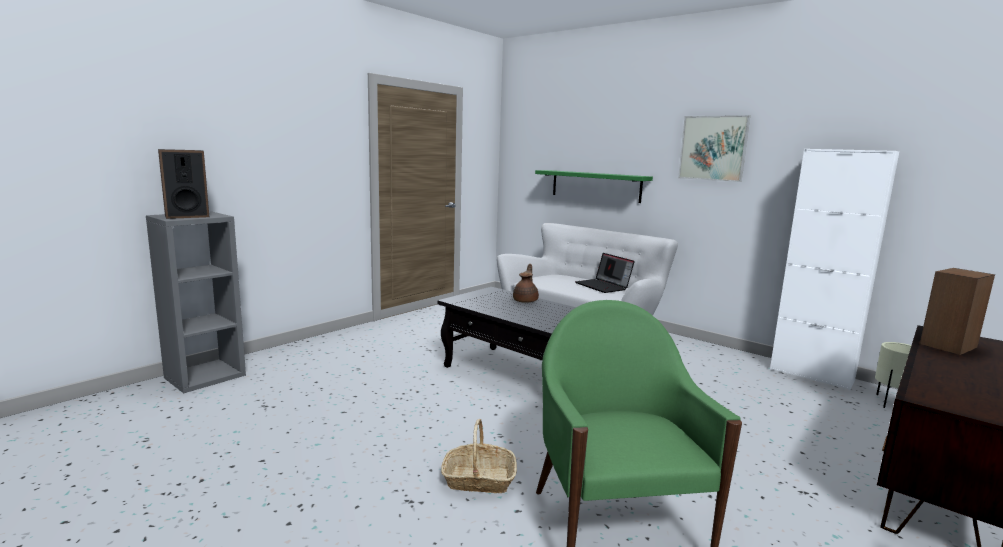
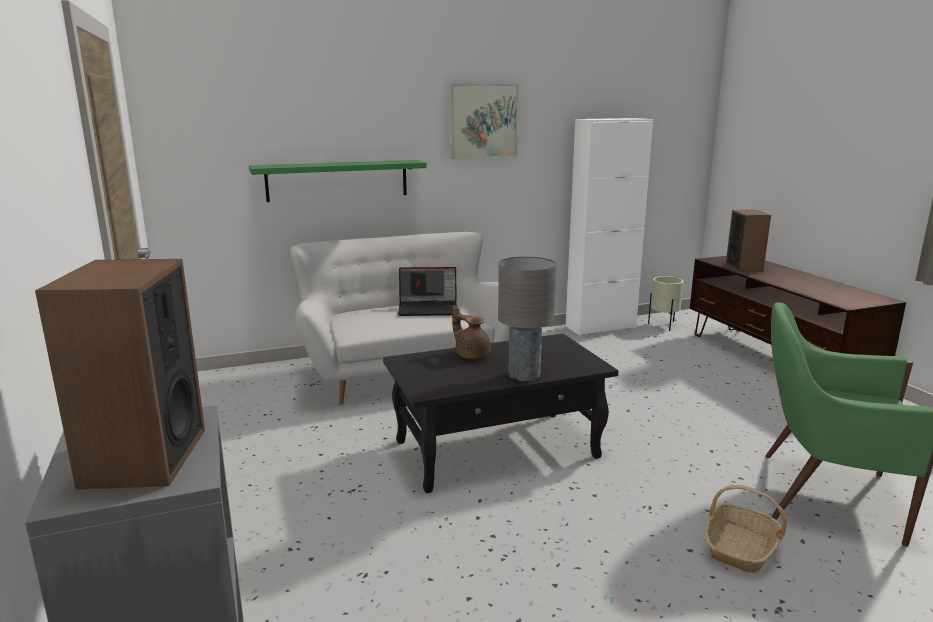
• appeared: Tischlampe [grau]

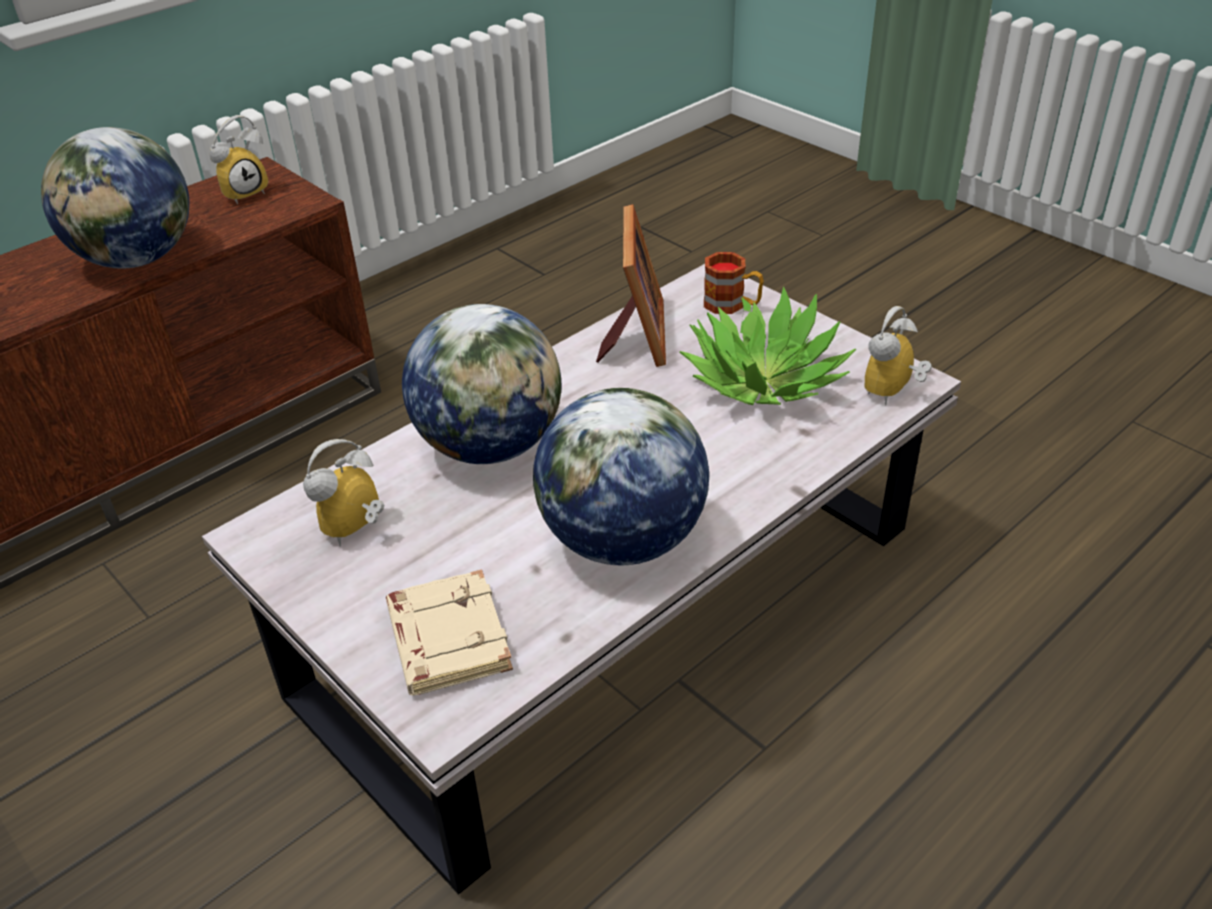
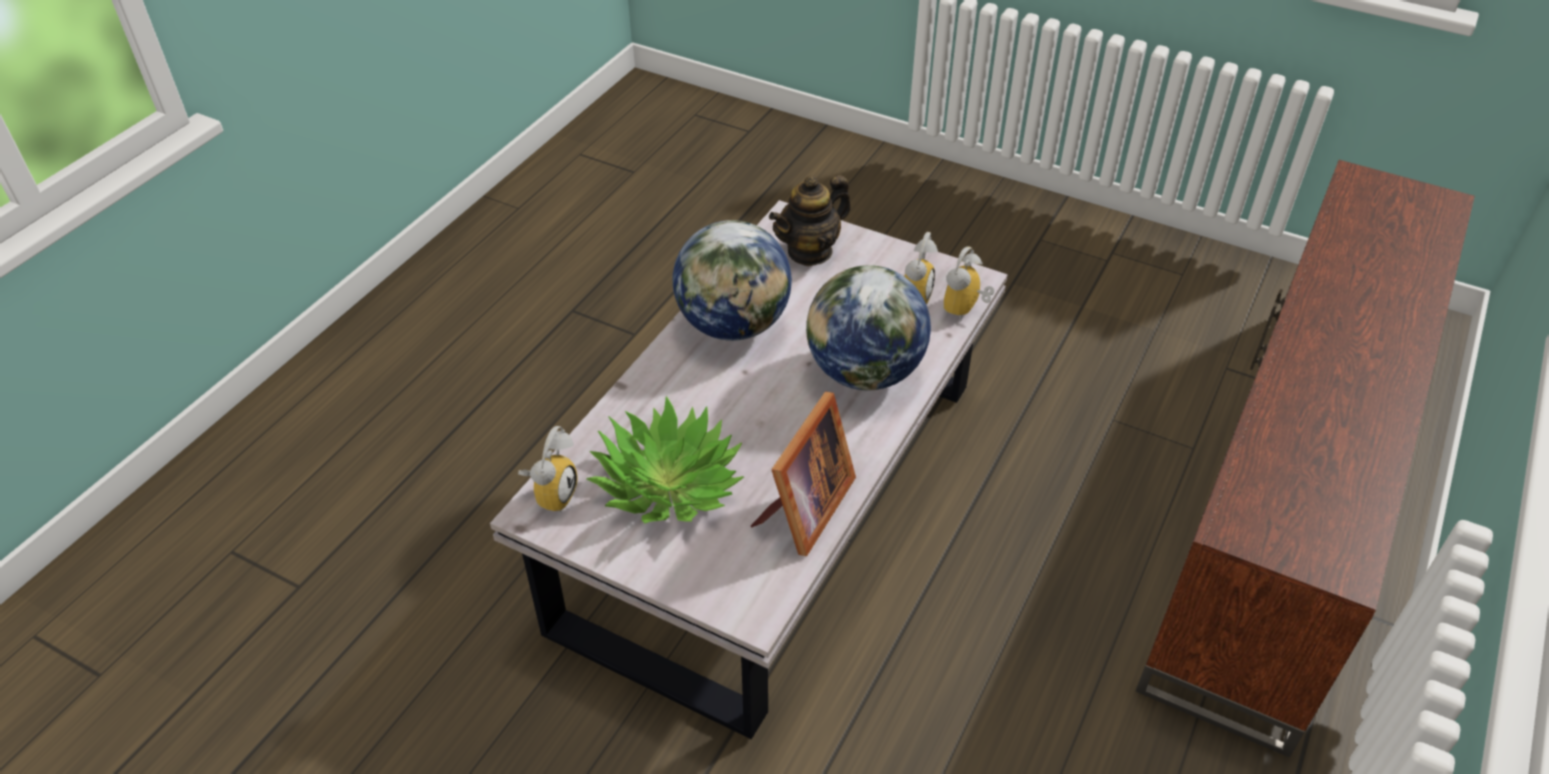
• spun: Bilderrahmen 135 degrees counterclockwise
• exchanged: Buch [beige] to Teekanne
• relocated: Wecker (no. 1 from left in the first image) to Wecker (no. 3 from left)
• missing: Globus (no. 1 from left)
• missing: Henkelbecher

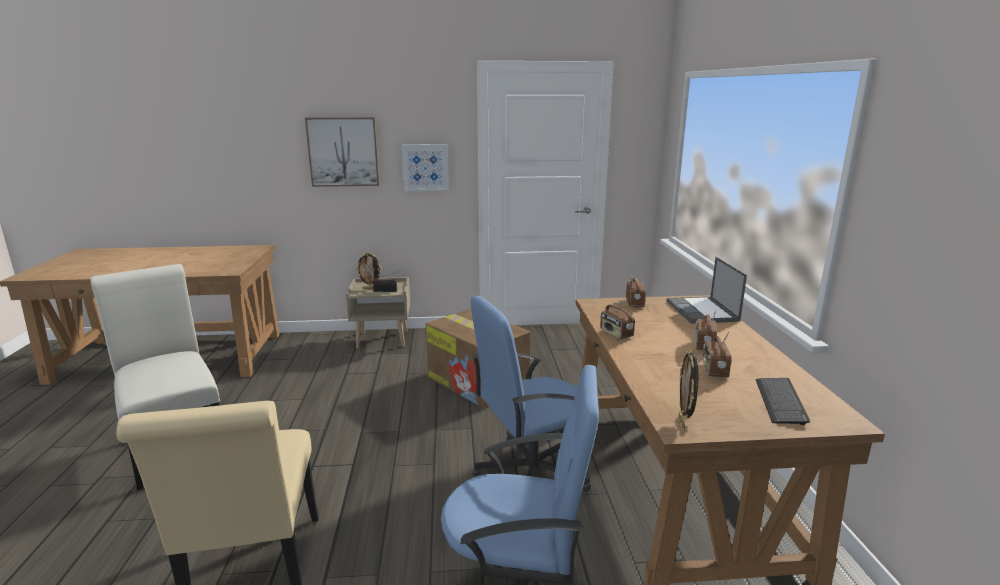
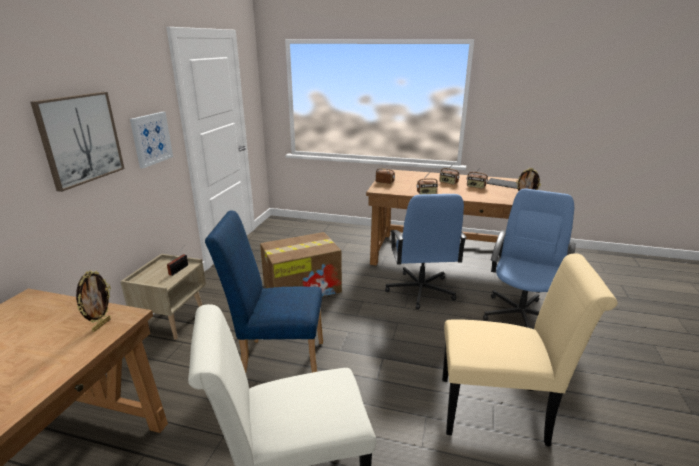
• relocated: Bilderrahmen (no. 1 from left)
• appeared: Stuhl [blau]
• missing: Laptop

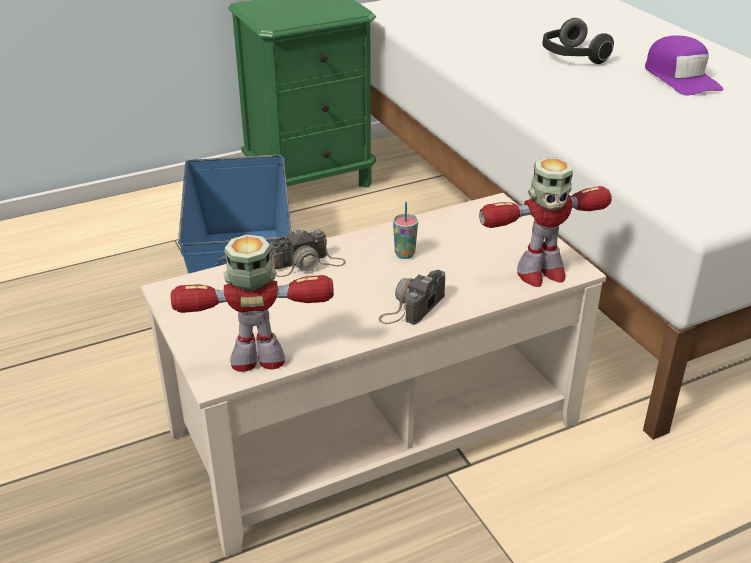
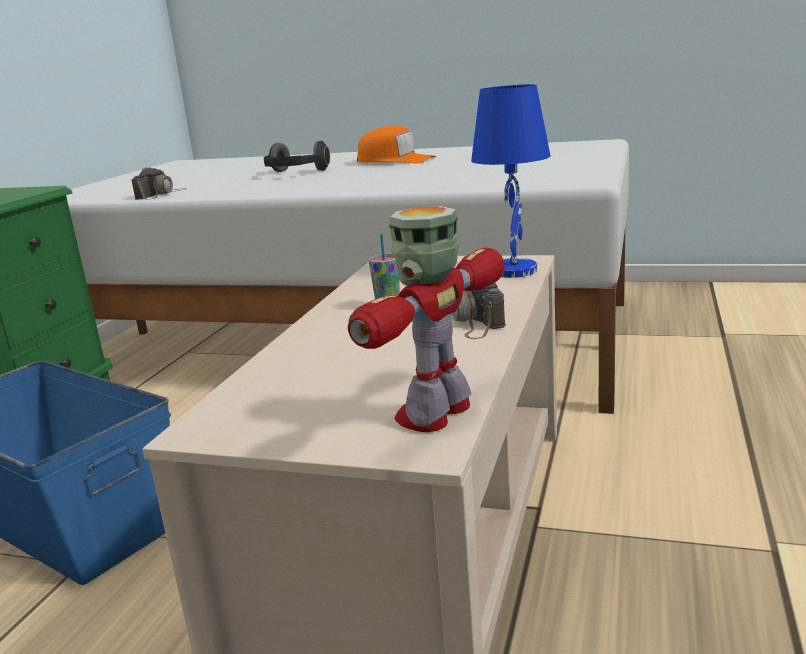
• relocated: Kamera (no. 1 from left)
• colour: Kappe [lila] to Kappe [orange]
• exchanged: Spielzeugroboter (no. 2 from left) to Tischlampe [blau]

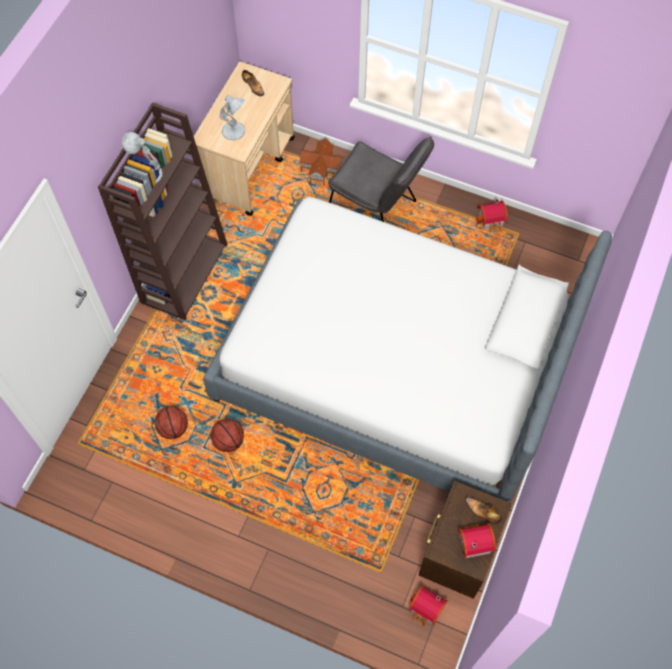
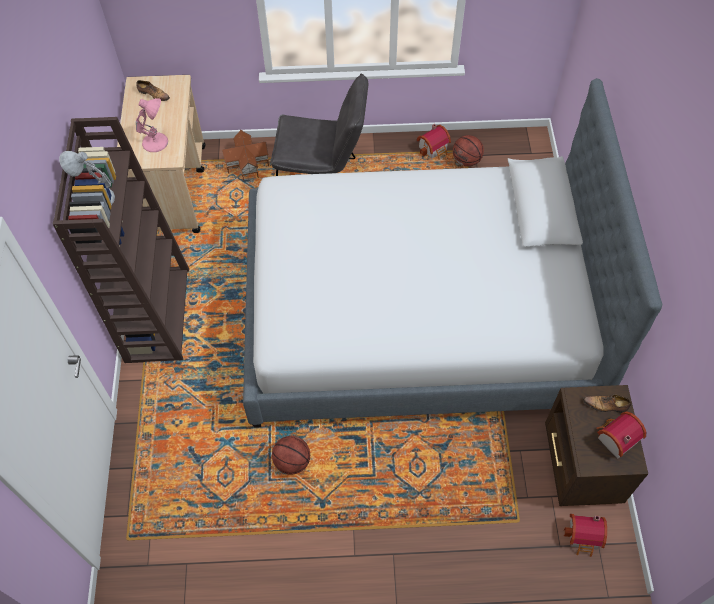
• colour: Tischlampe [weiß] (no. 2 from left) to Tischlampe [rosa]
• relocated: Basketball (no. 1 from left in the first image) to Basketball (no. 2 from left)

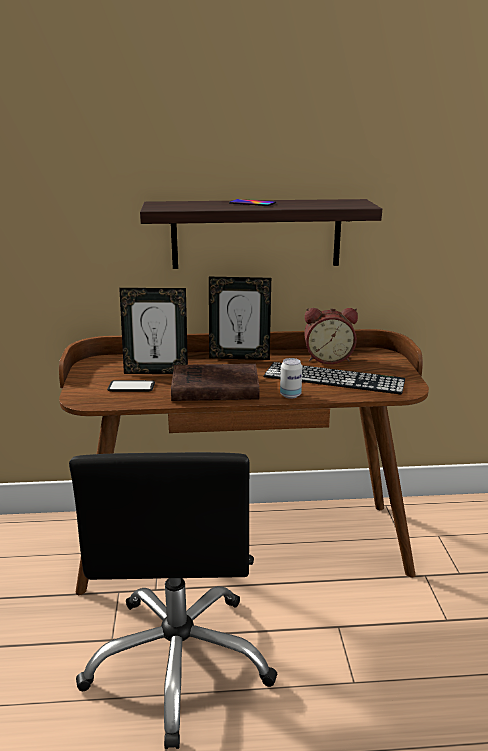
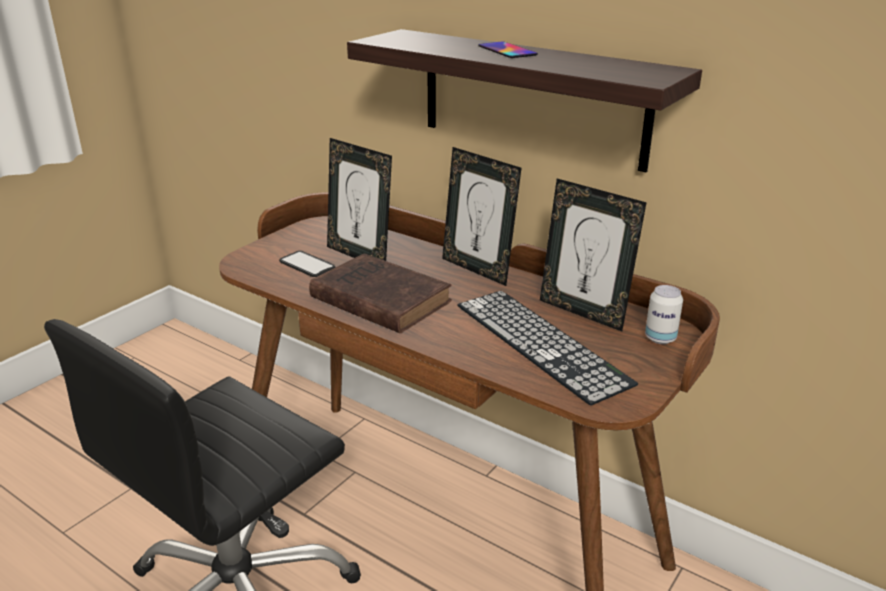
• exchanged: Wecker to Bilderrahmen (no. 3 from left)
• relocated: Dose

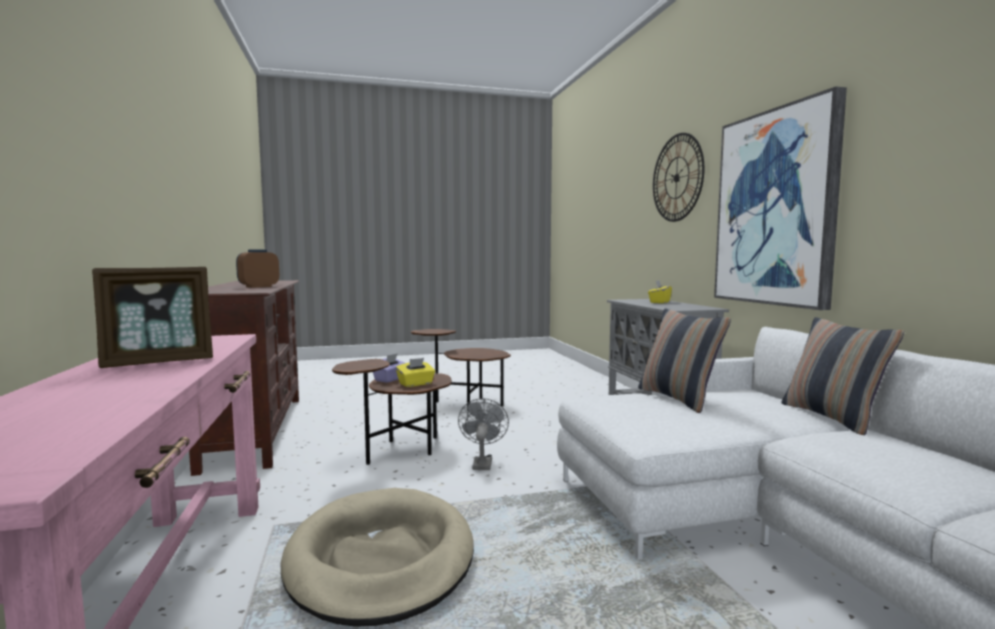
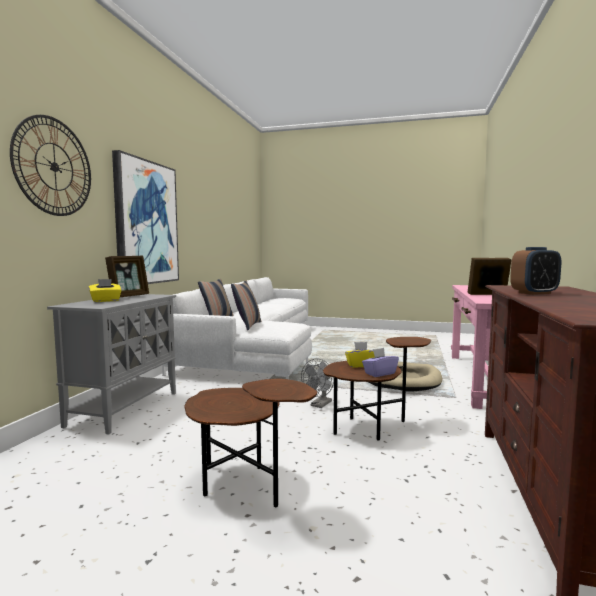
• appeared: Bilderrahmen (no. 1 from left)

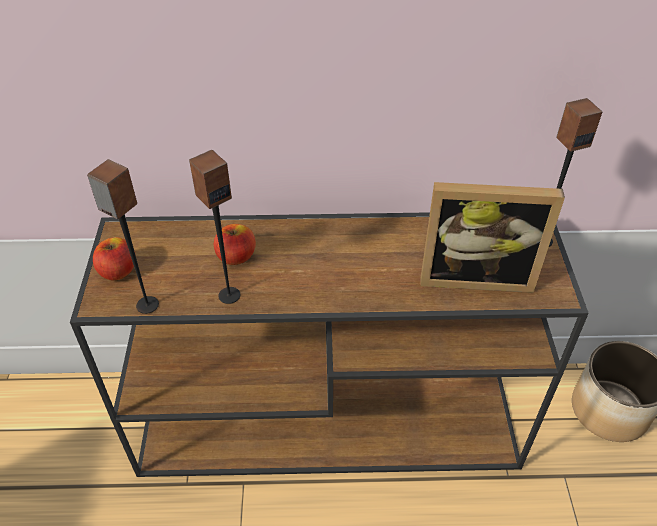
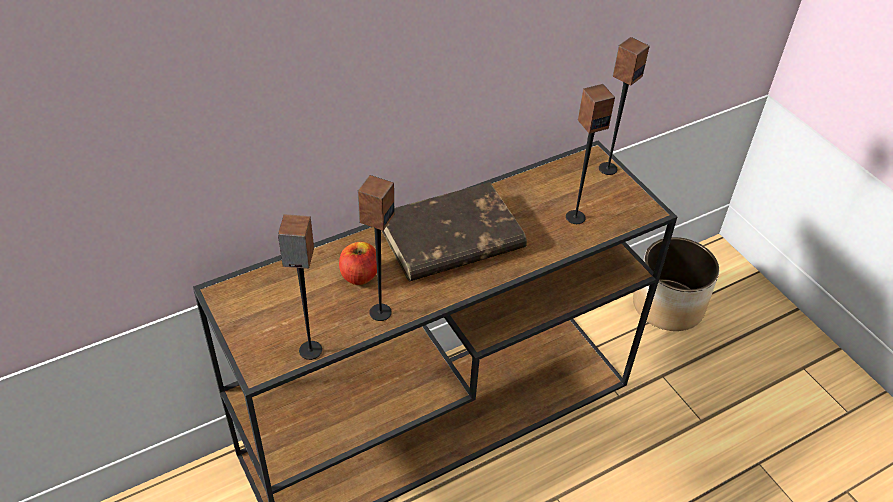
• appeared: Buch [braun]
• exchanged: Bilderrahmen to Lautsprecher (no. 3 from left)
• missing: Apfel (no. 1 from left)

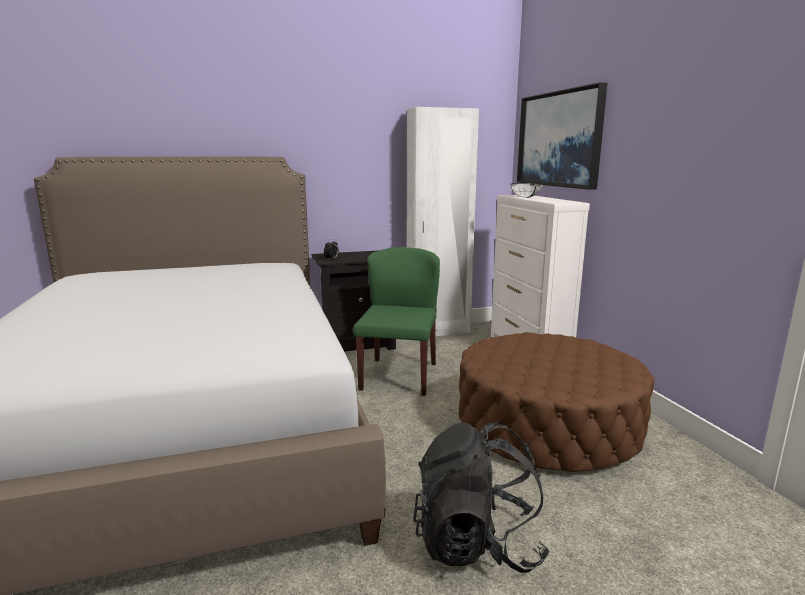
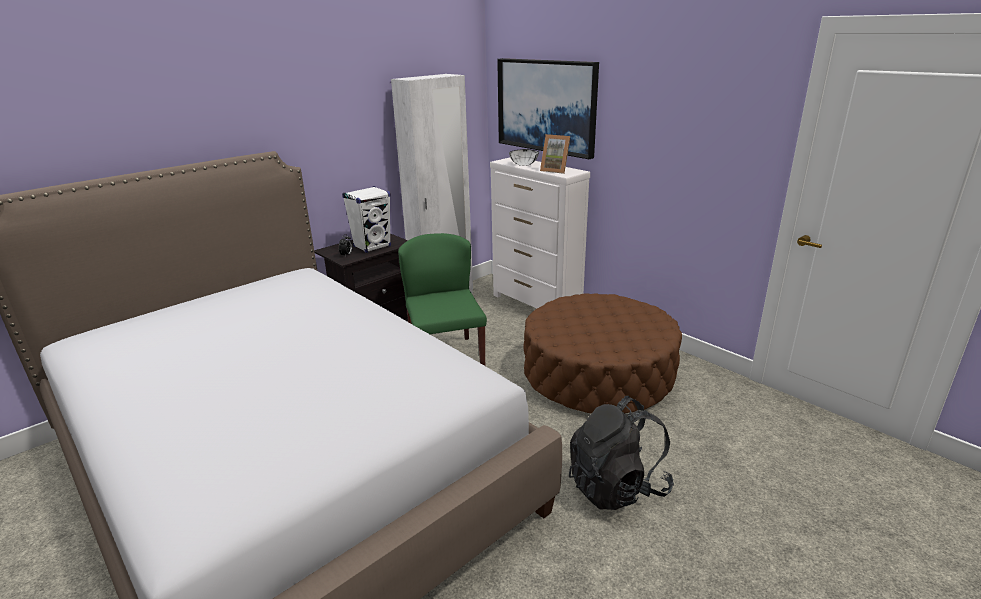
• appeared: Lautsprecher [weiß]
• appeared: Bilderrahmen

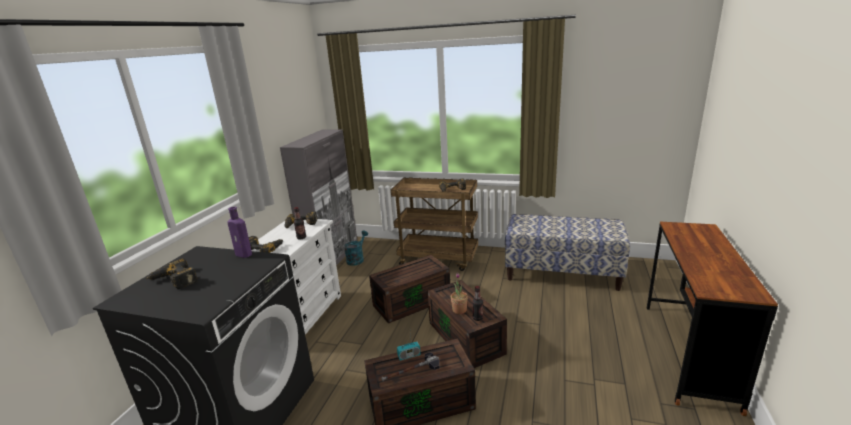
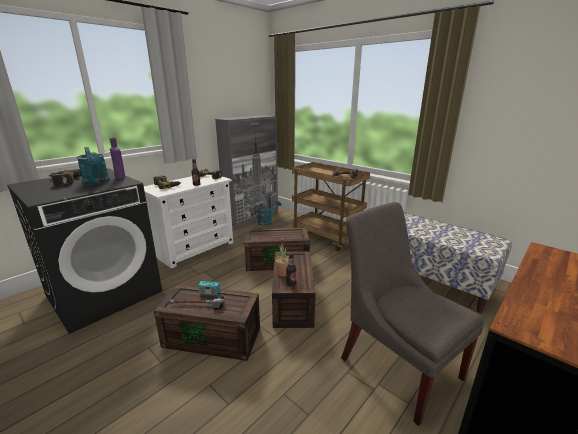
• appeared: Gießkanne [türkis] (no. 1 from left)
• appeared: Stuhl [grau]

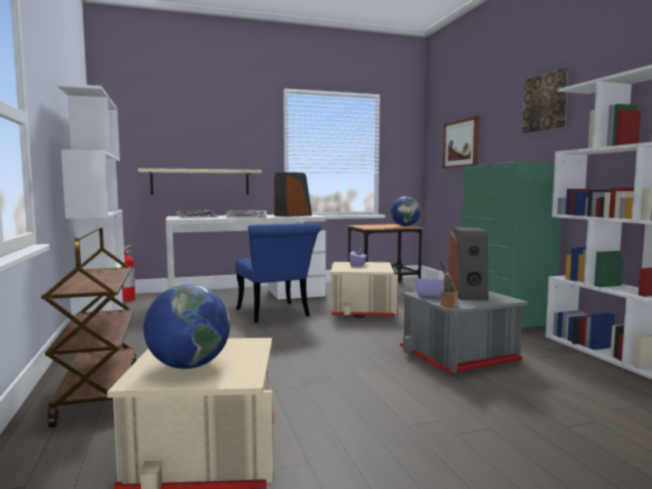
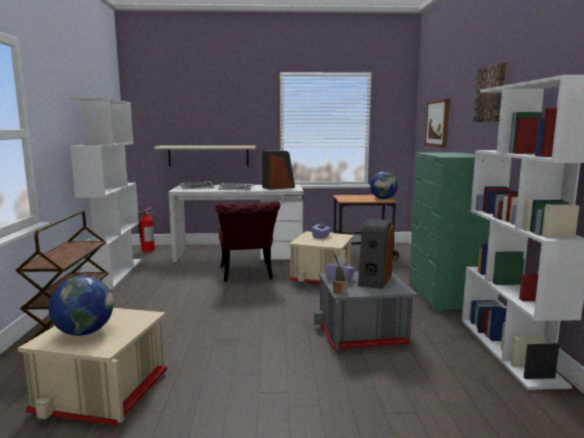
• colour: Stuhl [blau] to Stuhl [rot]

